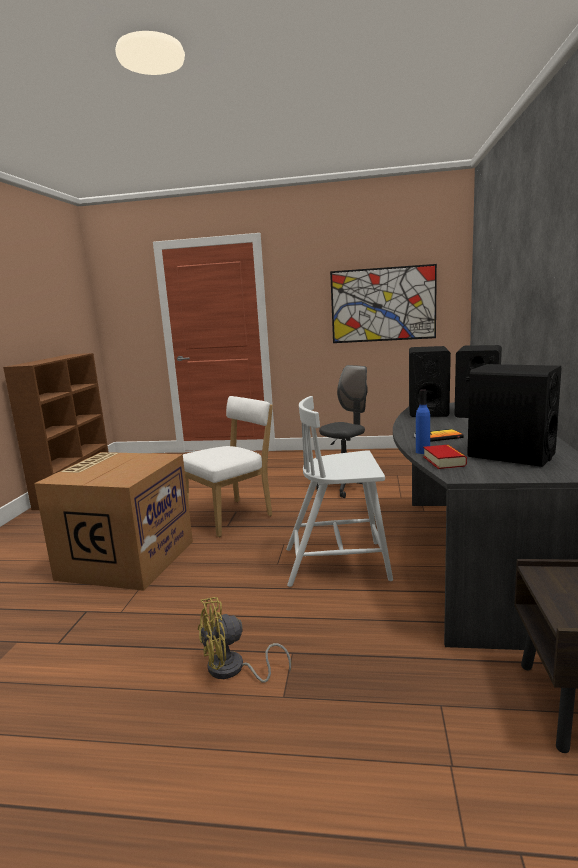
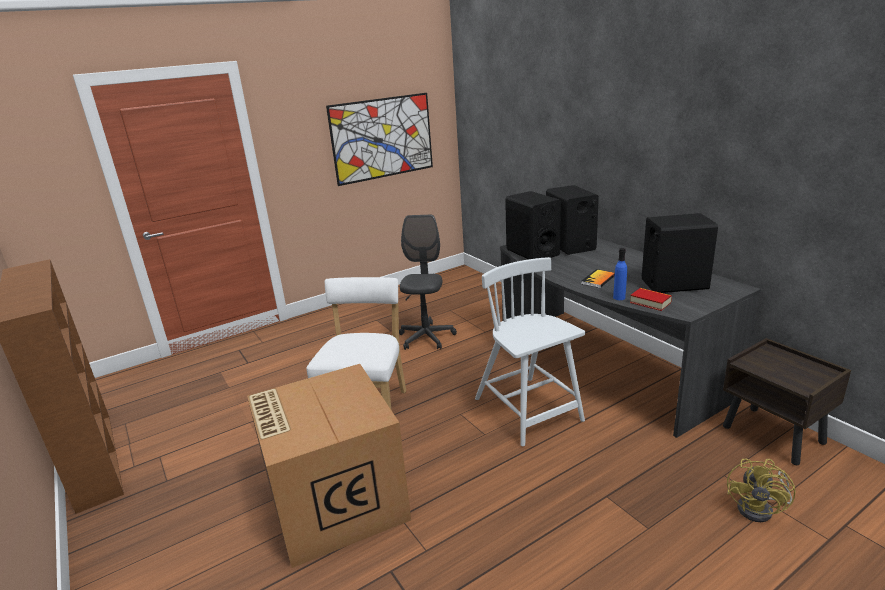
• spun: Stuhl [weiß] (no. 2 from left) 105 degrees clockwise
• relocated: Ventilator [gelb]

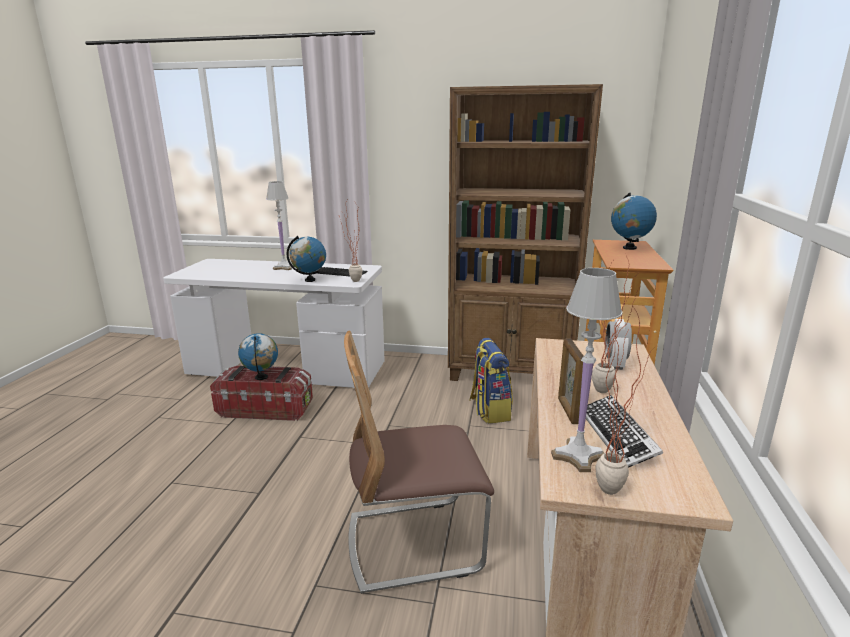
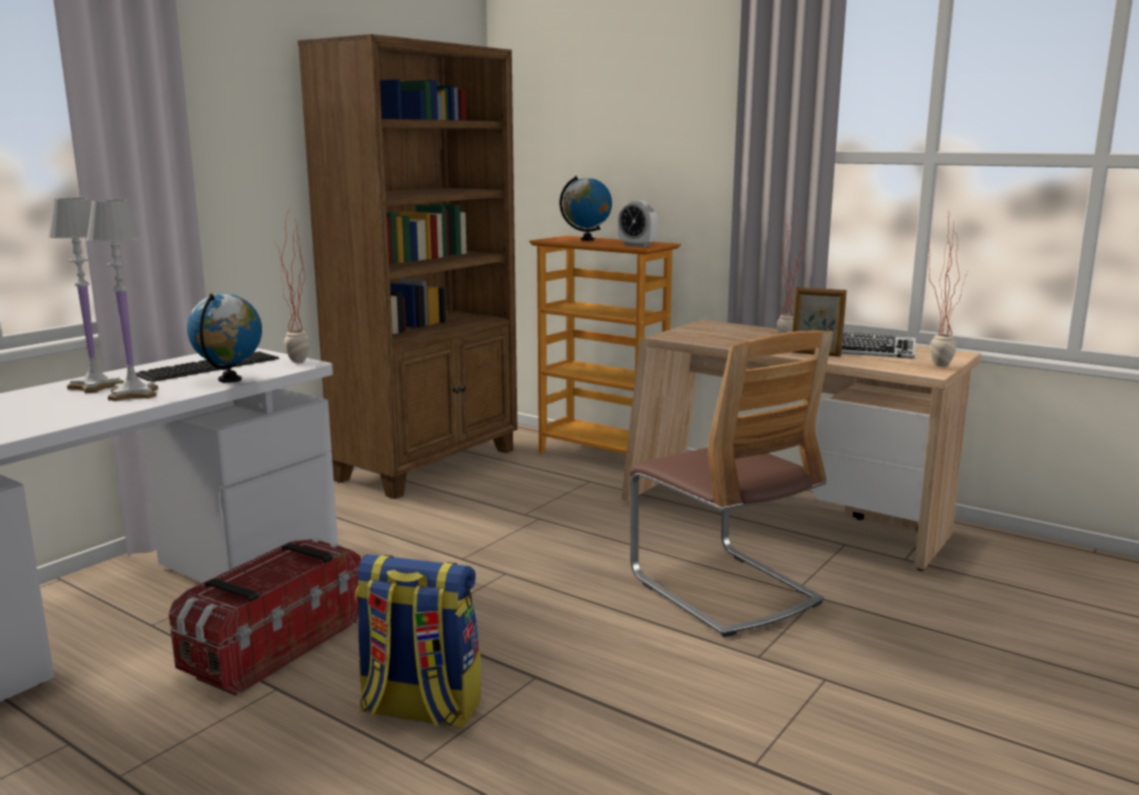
• relocated: Tischlampe [weiß] (no. 2 from left)
• relocated: Rucksack
• relocated: Wecker
• spun: Stuhl 45 degrees counterclockwise
• missing: Globus (no. 1 from left)

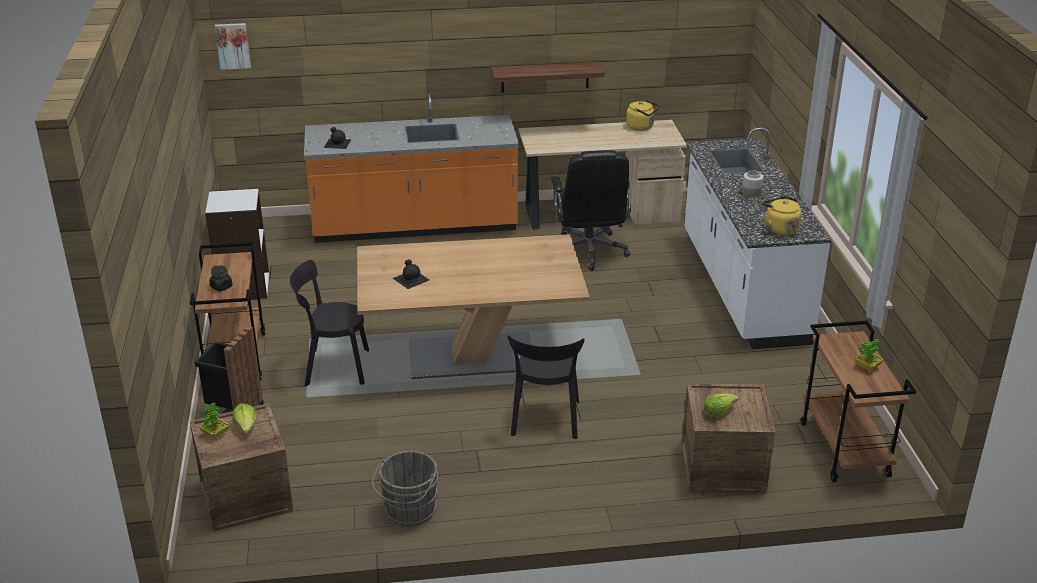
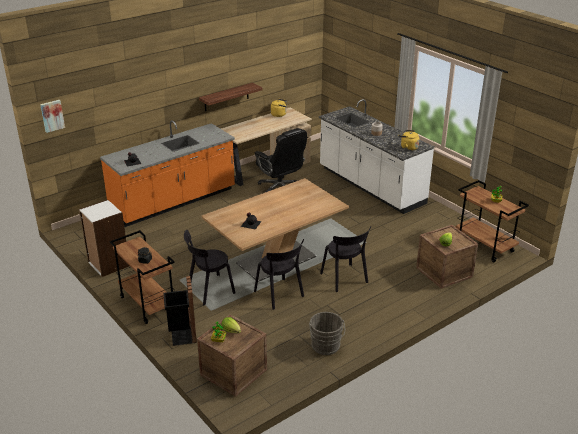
• appeared: Stuhl [schwarz] (no. 2 from left)

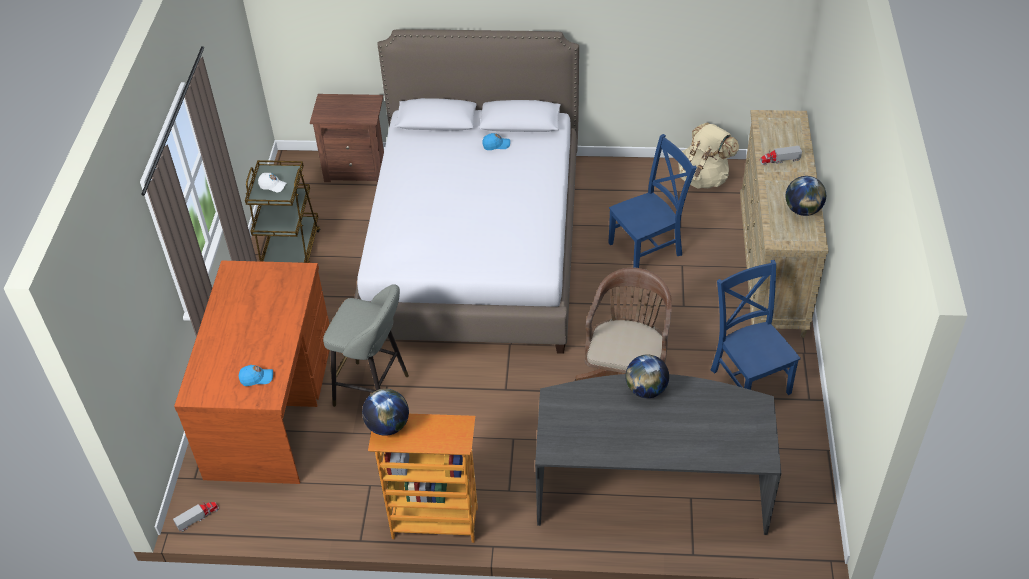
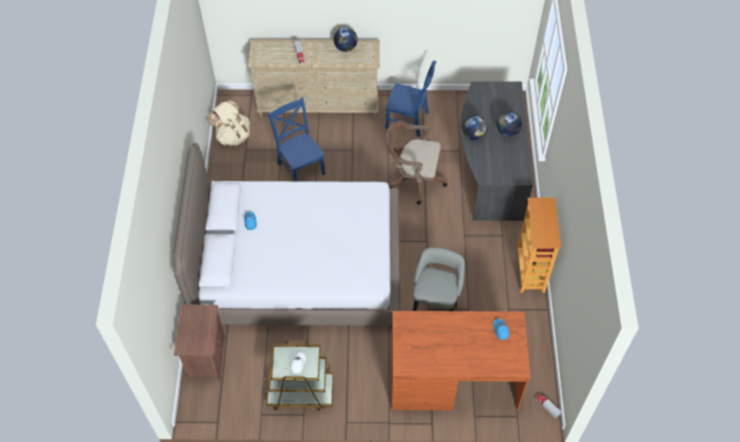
• spun: Stuhl [blau] (no. 2 from left) 135 degrees counterclockwise
• relocated: Globus (no. 1 from left in the first image) to Globus (no. 3 from left)

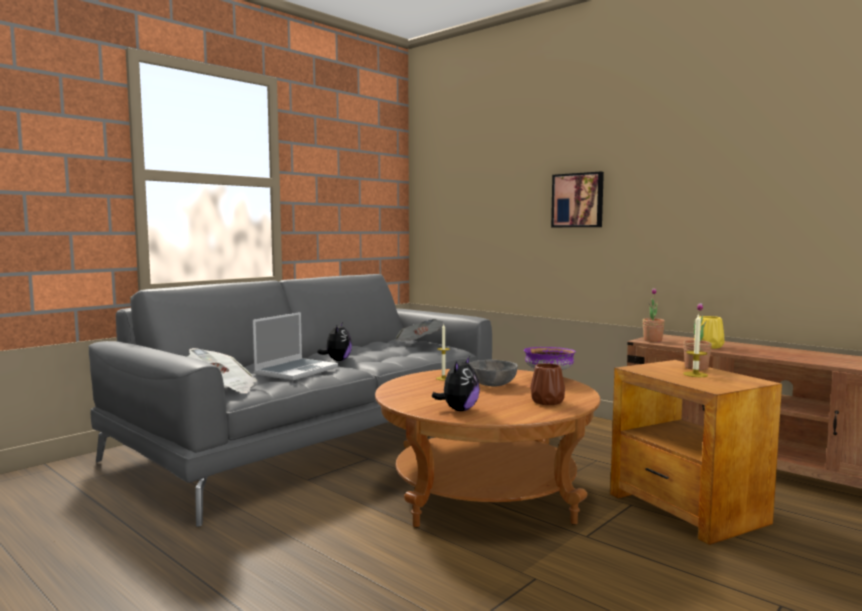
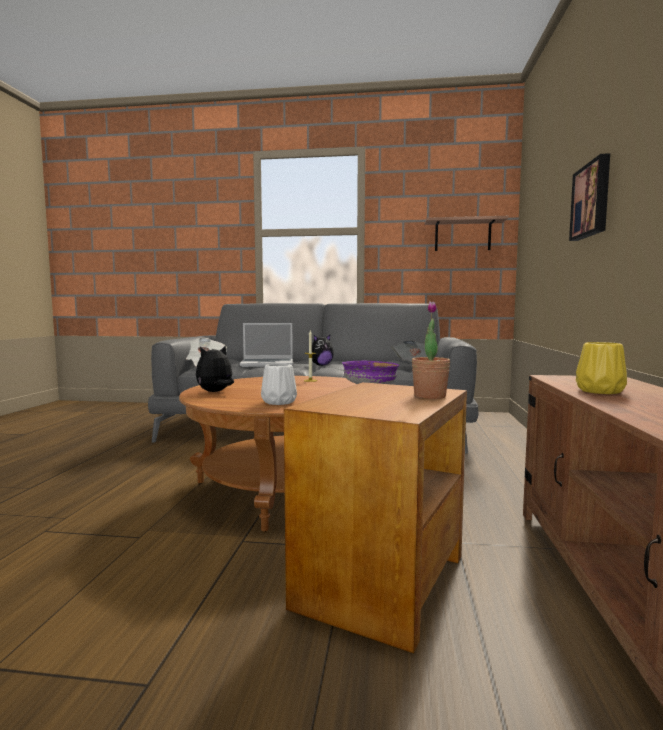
• spun: Plüschtier (no. 2 from left in the first image) 150 degrees clockwise
• colour: Vase [braun] to Vase [weiß]
• appeared: Wandregal
• missing: Schüssel [grau]
• missing: Topfpflanze (no. 1 from left)
• missing: Kerze (no. 2 from left)

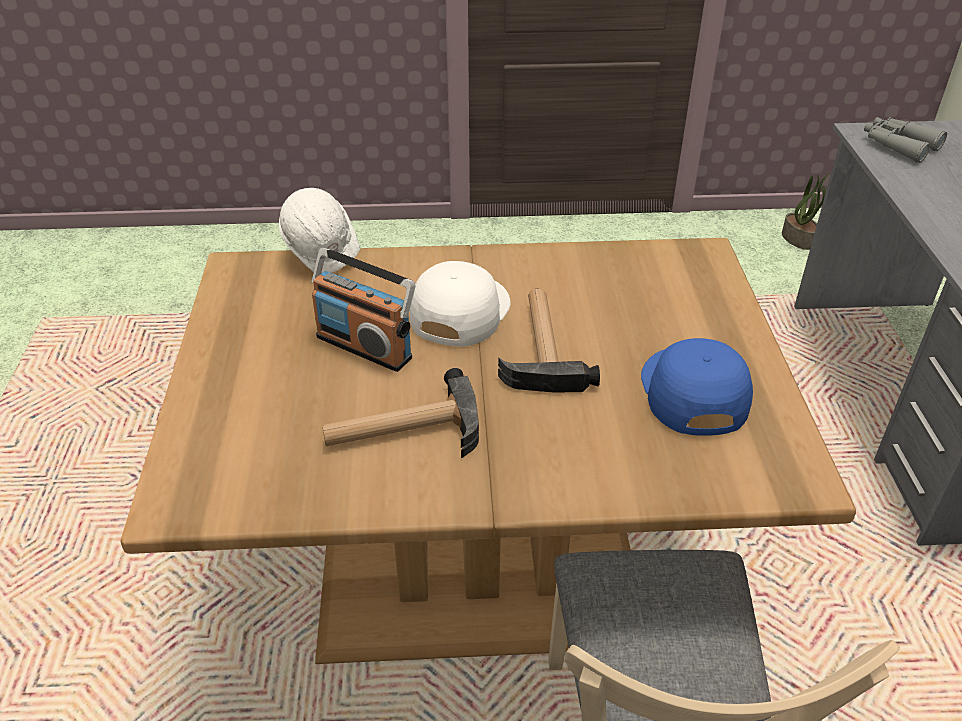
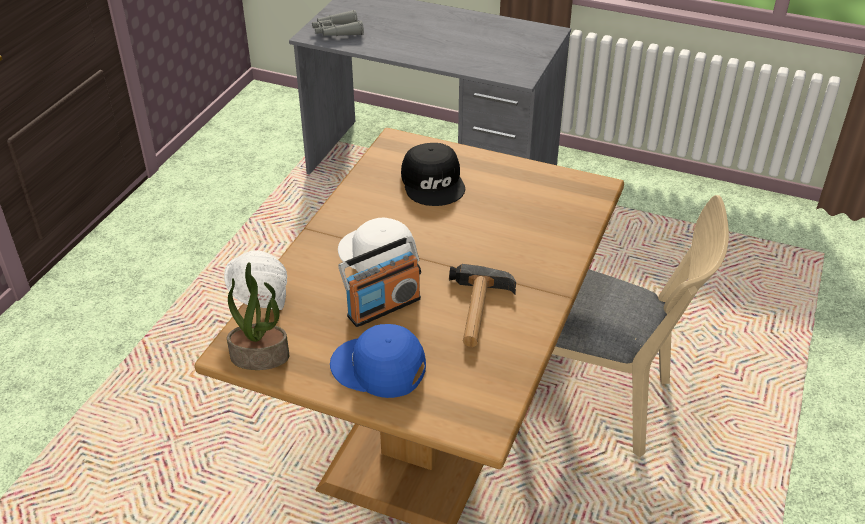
• relocated: Topfpflanze
• relocated: Kappe [blau]
• appeared: Kappe [schwarz]
• missing: Hammer (no. 2 from left)

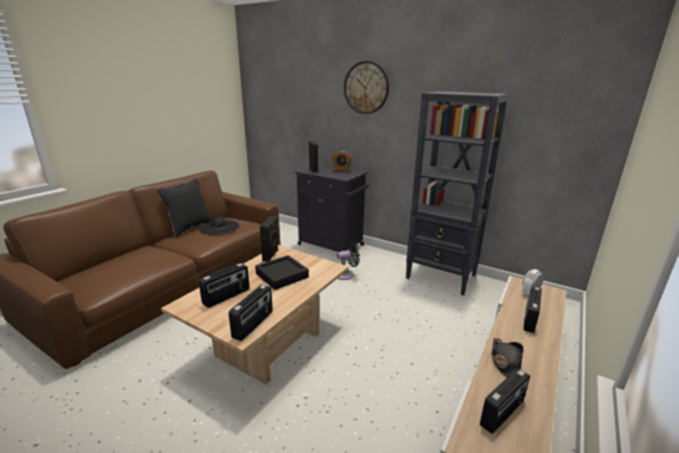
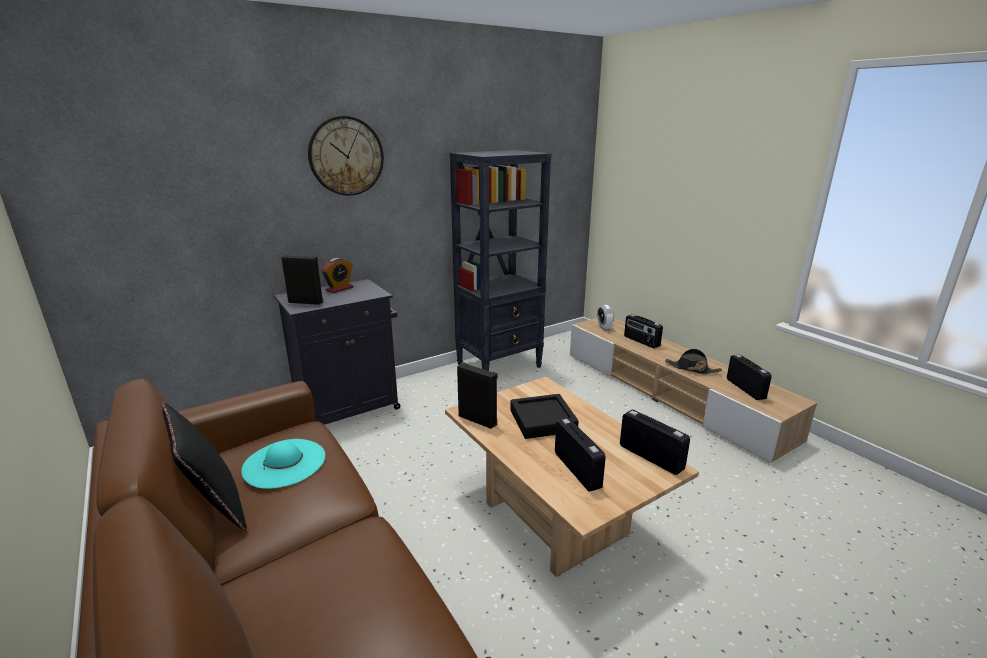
• colour: Hut [schwarz] (no. 1 from left) to Hut [türkis]
• missing: Ventilator [schwarz]

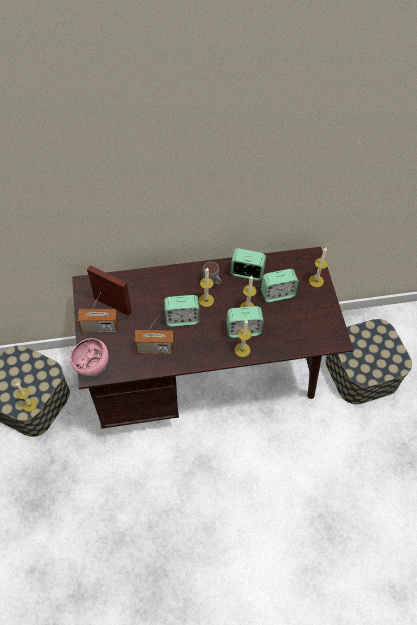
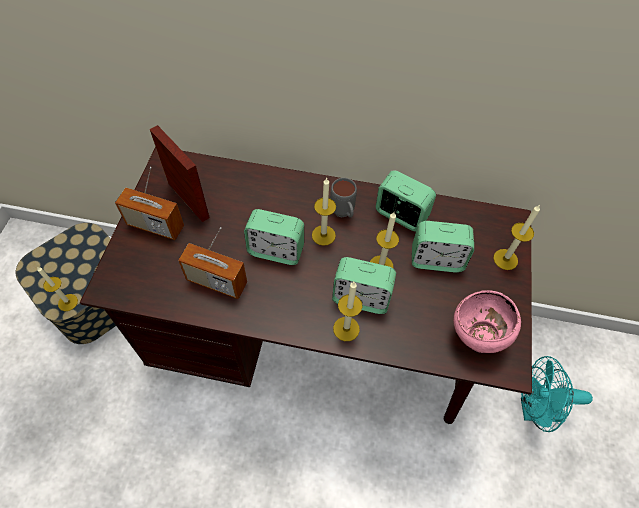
• relocated: Schüssel [rosa]
• exchanged: Aufbewahrungsbox (no. 2 from left) to Ventilator [türkis]

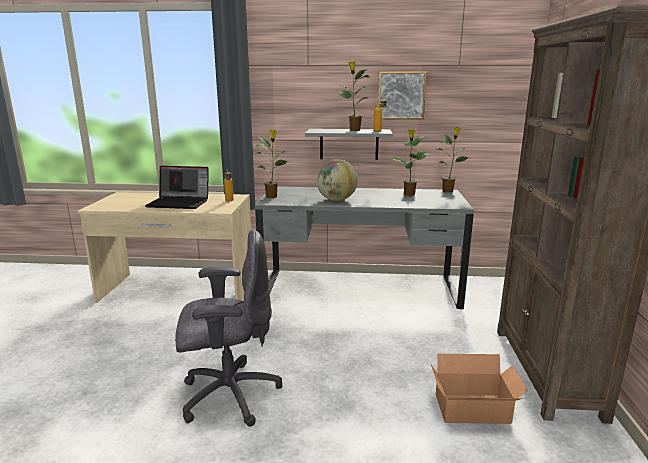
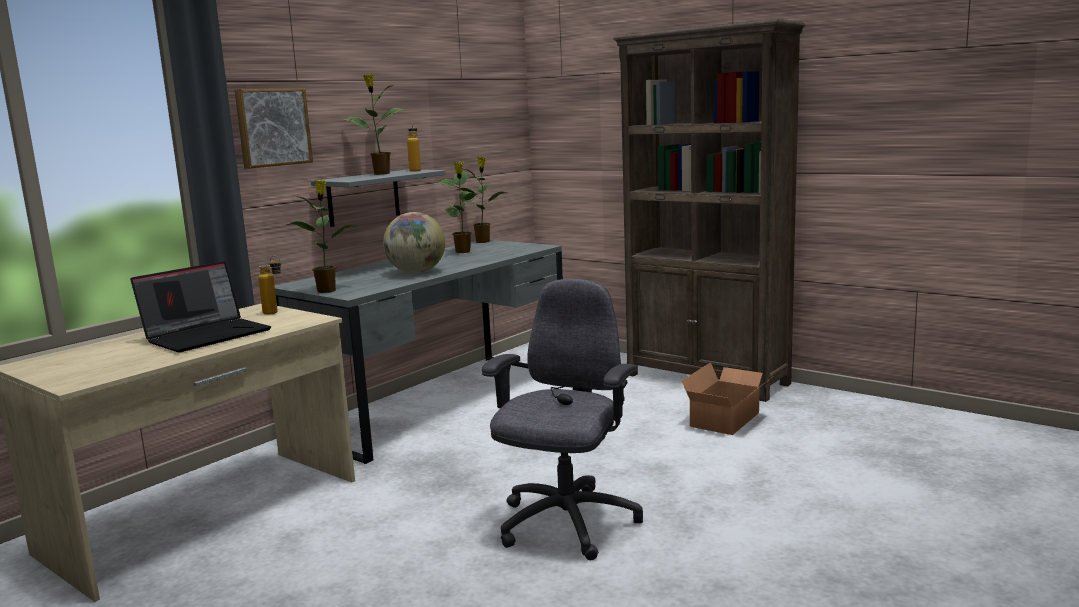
• relocated: Bild

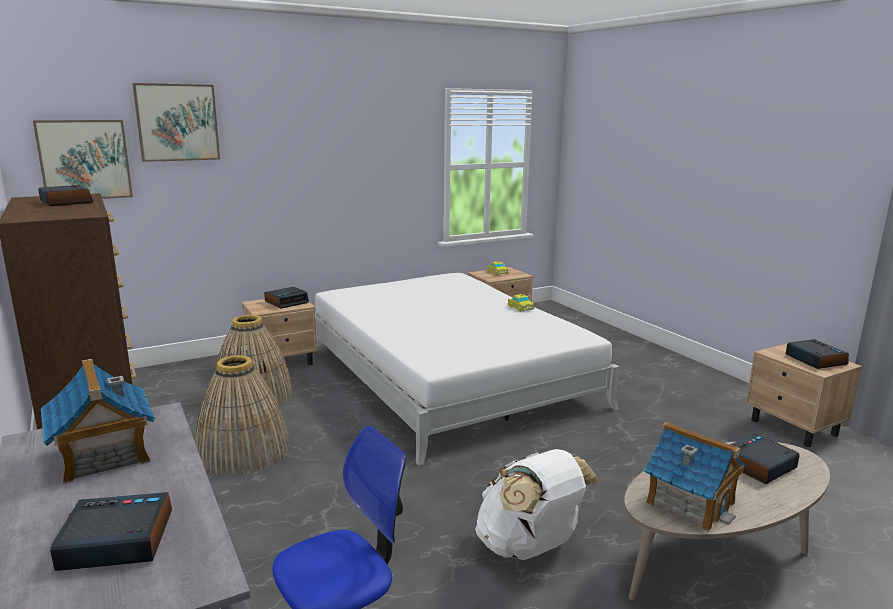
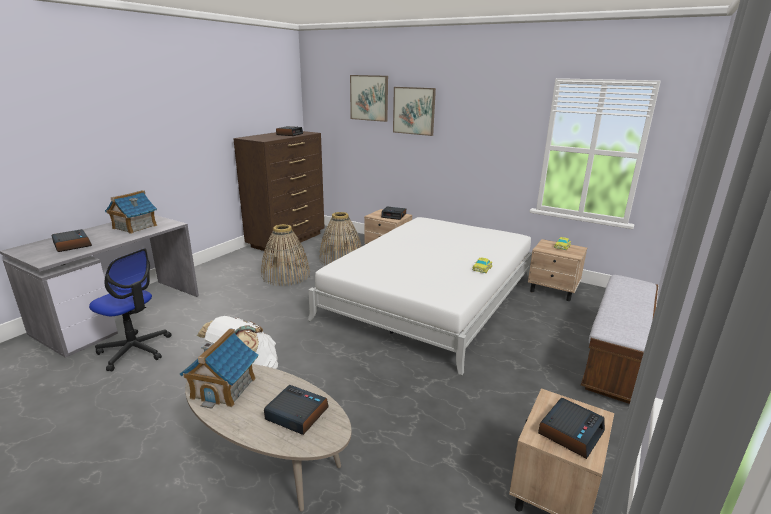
• relocated: Bild (no. 1 from left in the first image) to Bild (no. 2 from left)
• appeared: Bank

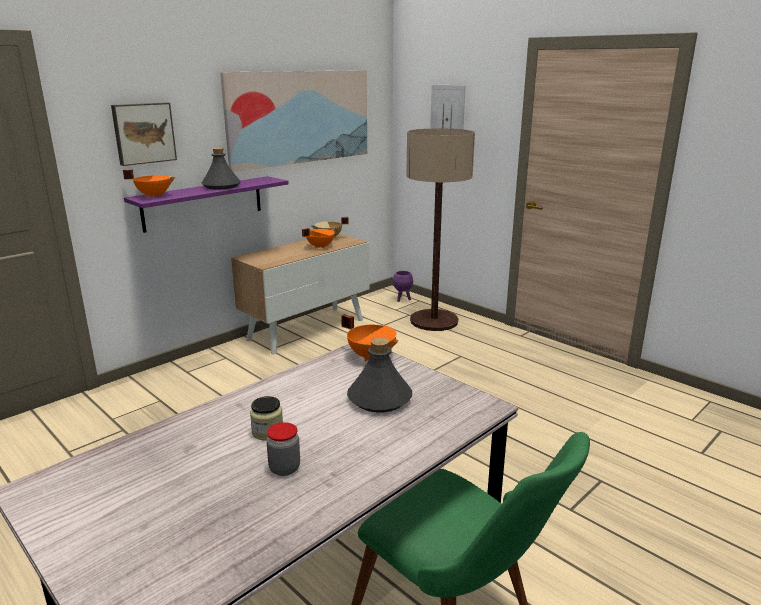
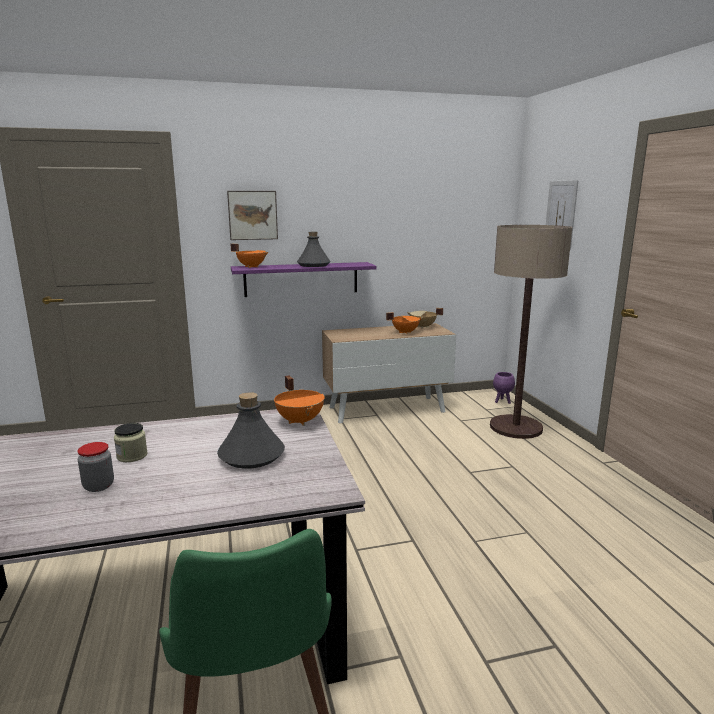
• missing: Bild (no. 2 from left)

